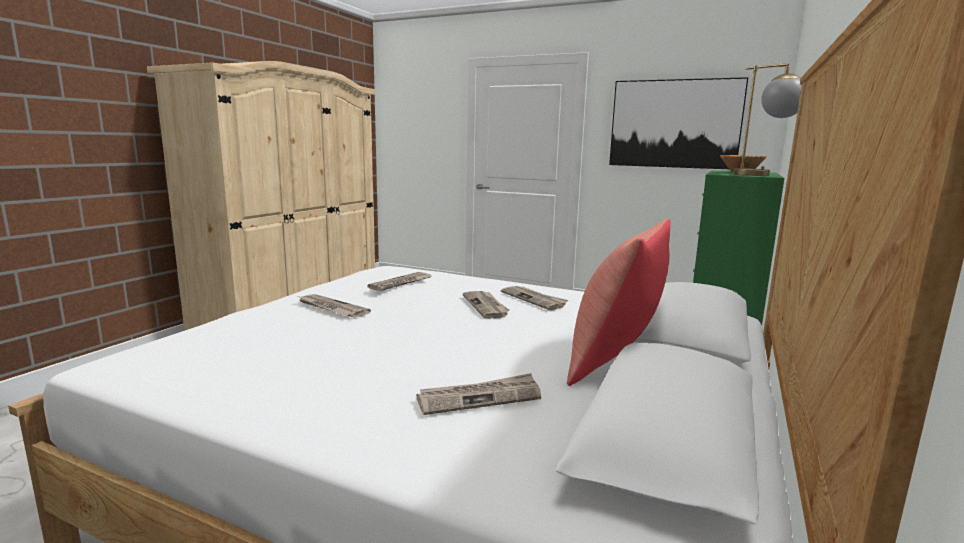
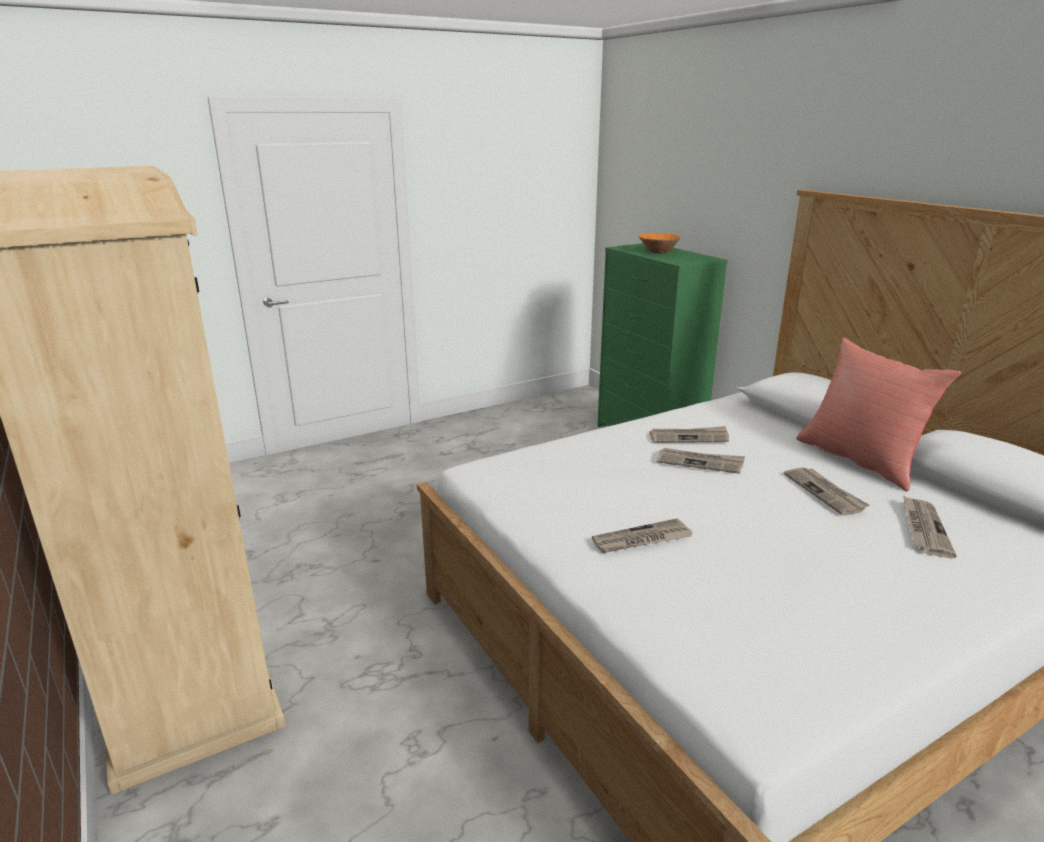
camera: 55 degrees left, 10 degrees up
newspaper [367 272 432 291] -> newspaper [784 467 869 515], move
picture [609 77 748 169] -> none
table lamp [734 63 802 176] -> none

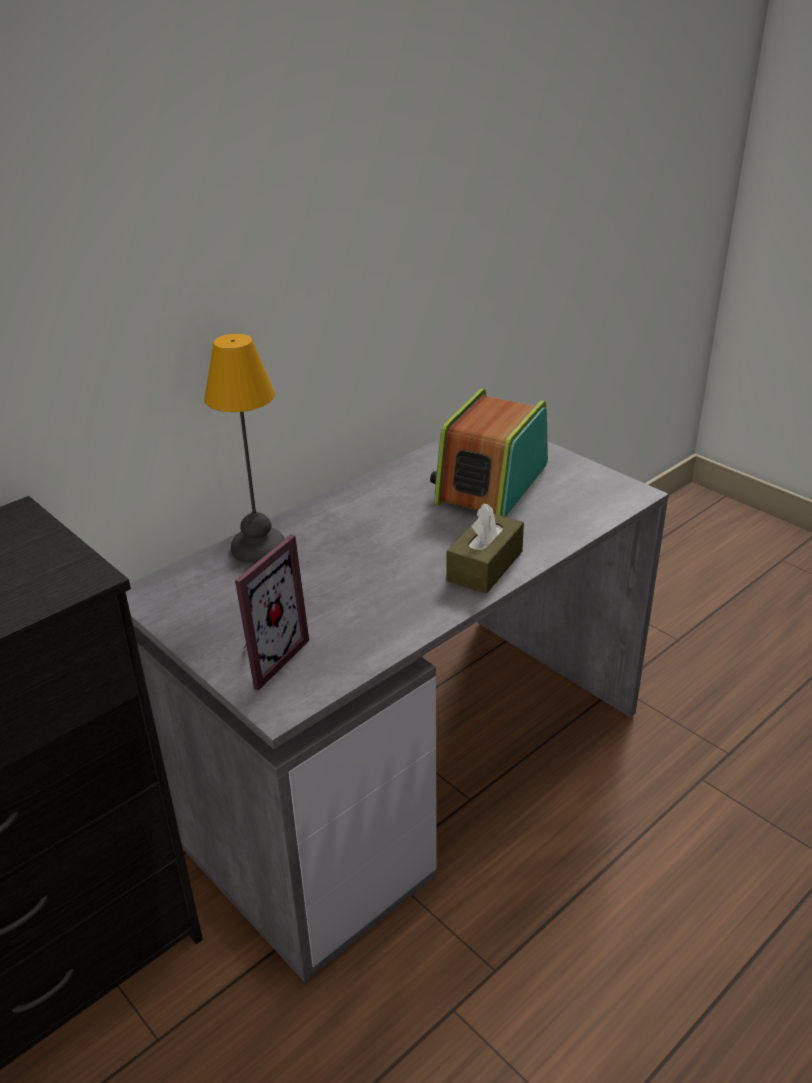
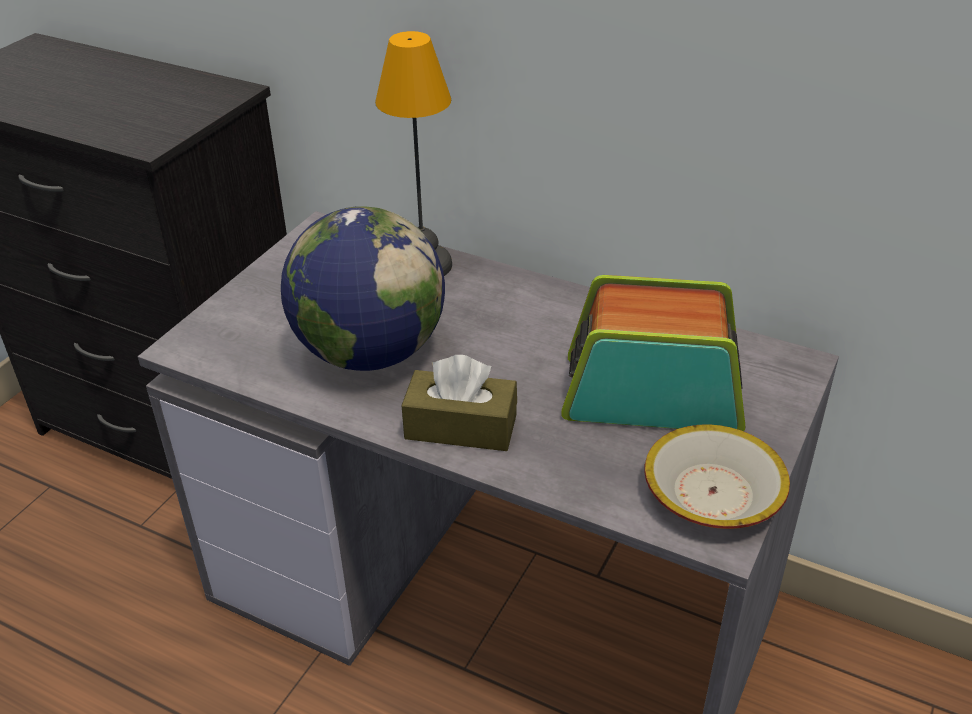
camera: 70 degrees right, 5 degrees up
picture frame [235 534 309 690] -> none
none -> globe [281 206 445 371]
none -> bowl [644 424 790 529]

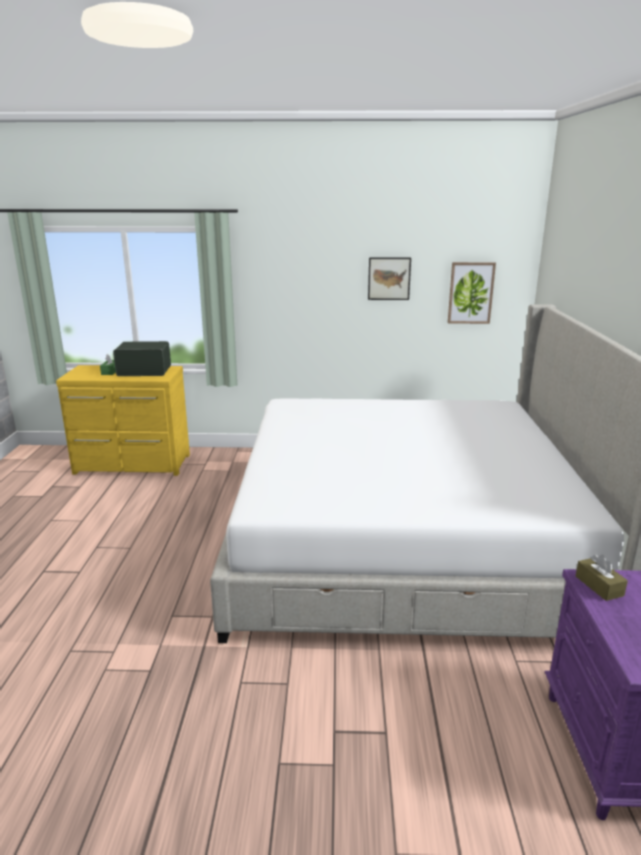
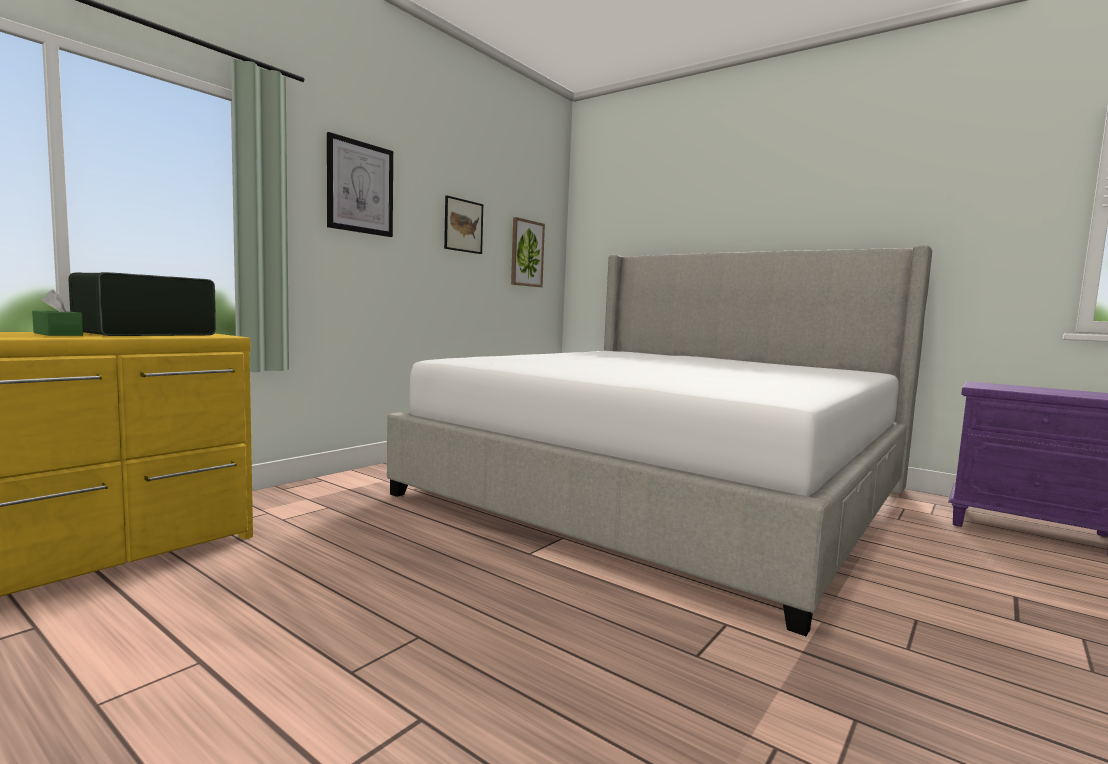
camera: 55 degrees left, 15 degrees down
tissue box in brown [576 554 628 601] -> none
none -> picture [327 132 393 237]

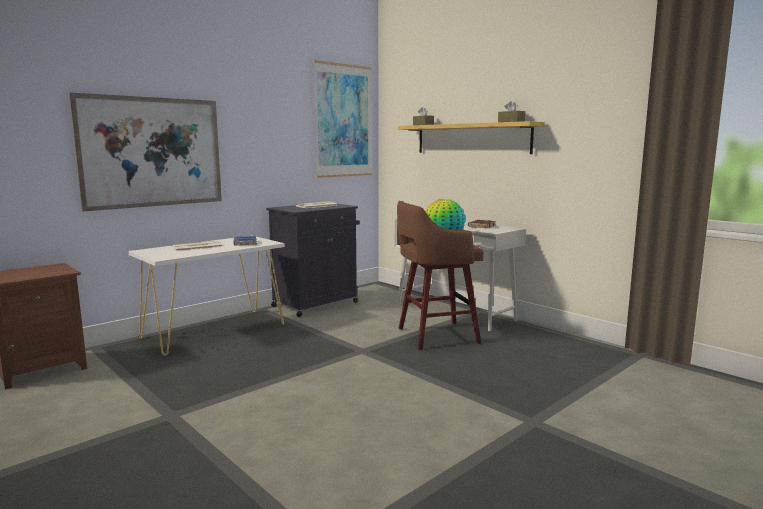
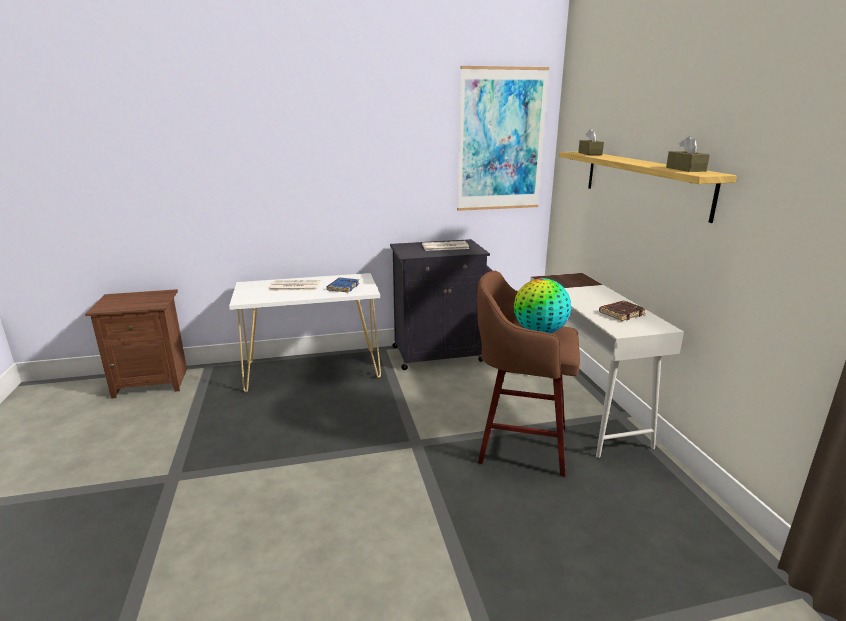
camera: 30 degrees right, 10 degrees up
picture [69 92 222 211] -> none

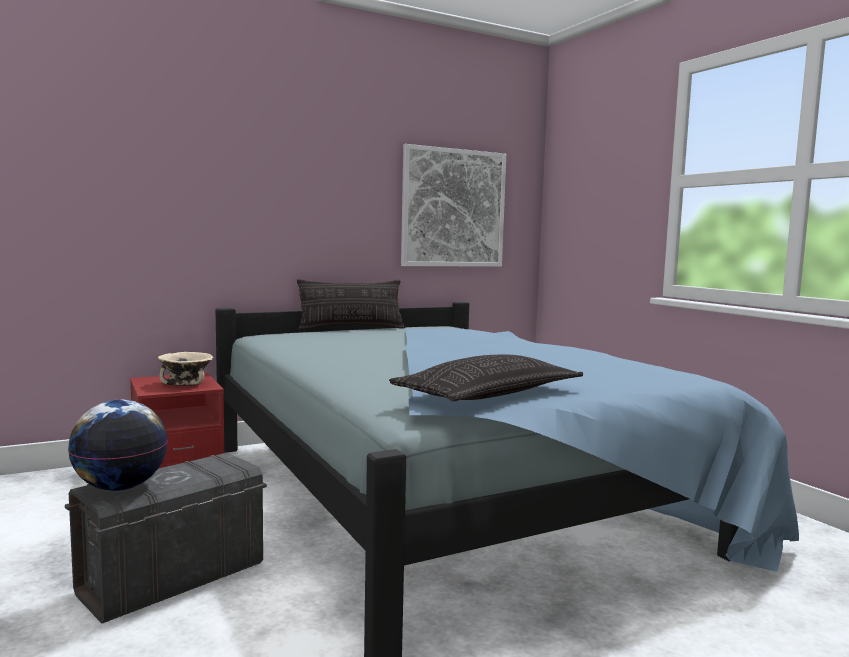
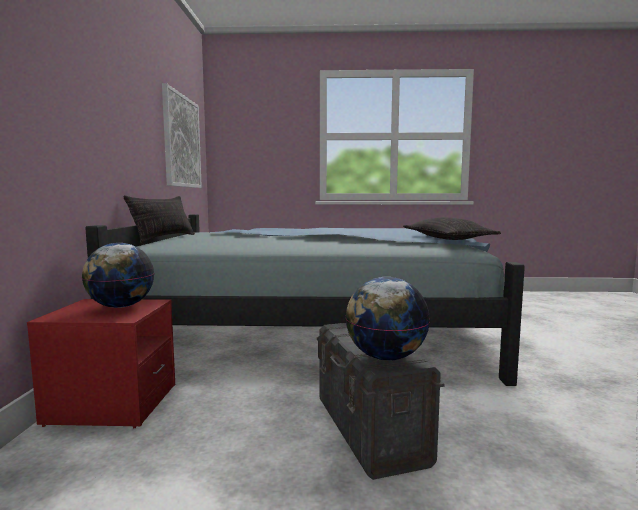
camera: 60 degrees left, 0 degrees up
bowl in beige [158 352 214 386] -> globe [82 243 154 308]

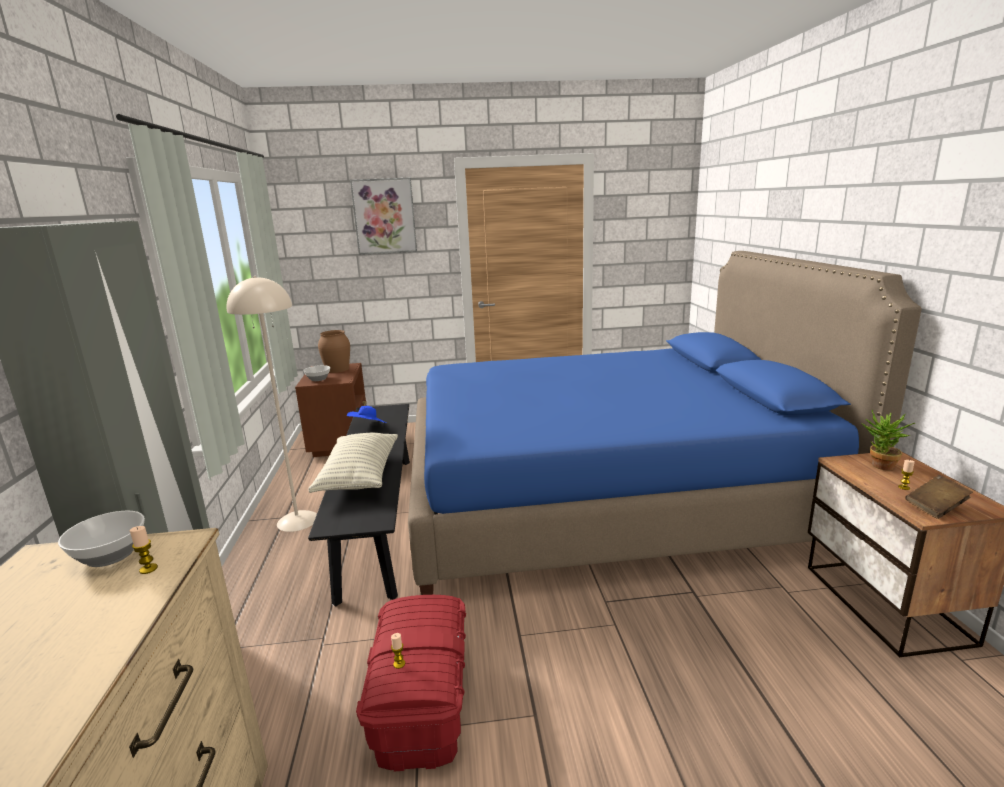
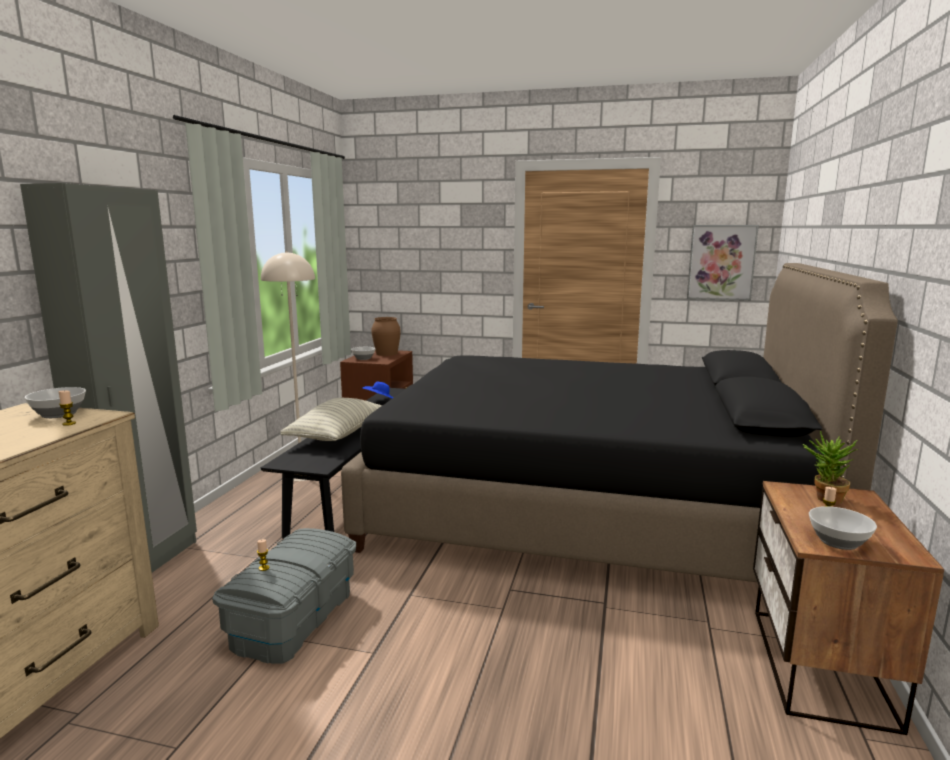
camera: 20 degrees right, 5 degrees down
picture [350 177 417 255] -> picture [687 225 759 301], move
storage box in red [356 595 466 772] -> storage box in grey [212 528 356 664]
bed in blue [408 251 921 595] -> bed in black [341 263 898 582]
book in brown [905 475 973 519] -> bowl [809 506 877 550]

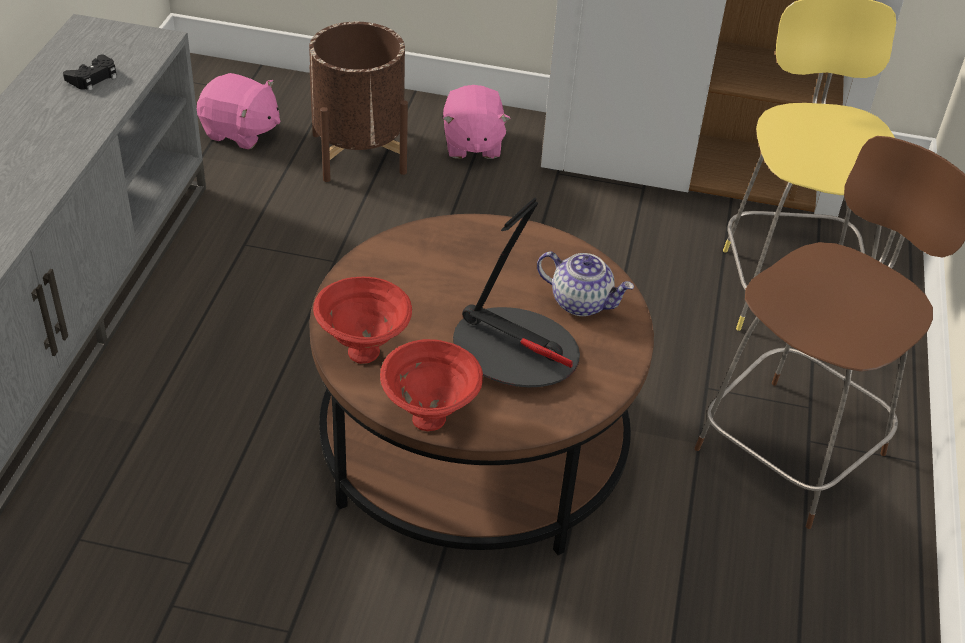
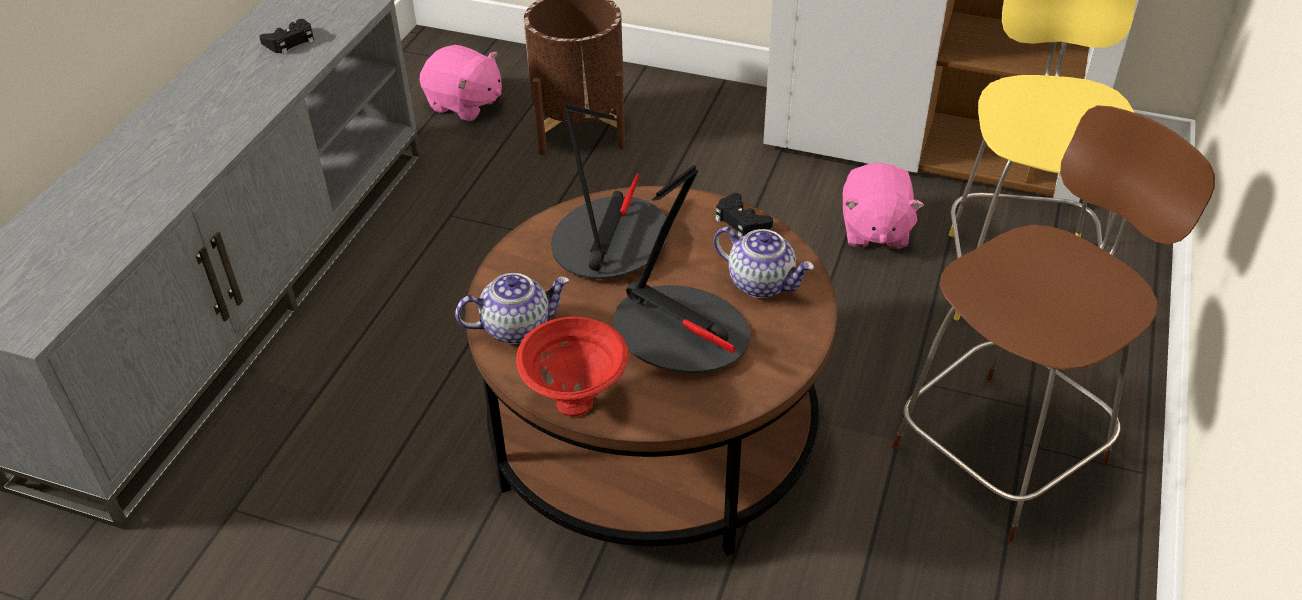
camera: 10 degrees right, 0 degrees up
bowl in red [313 277 412 364] -> teapot [455 273 569 344]
plush toy in pink [443 85 511 159] -> plush toy in pink [843 163 924 249], move
none -> table lamp [551 104 669 279]
none -> game controller in black [715 193 773 237]

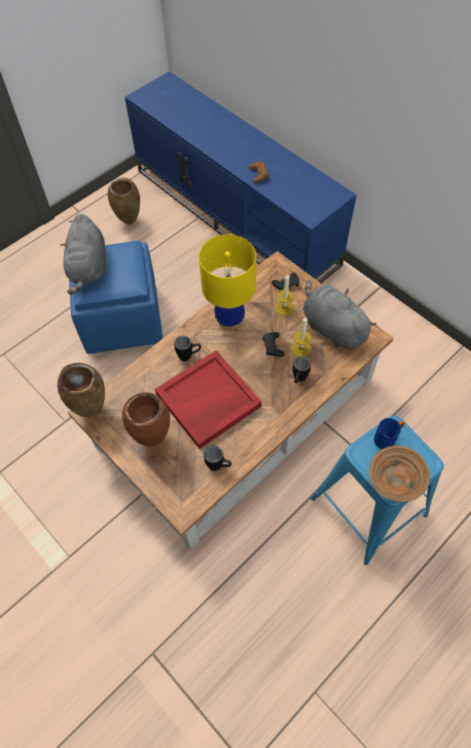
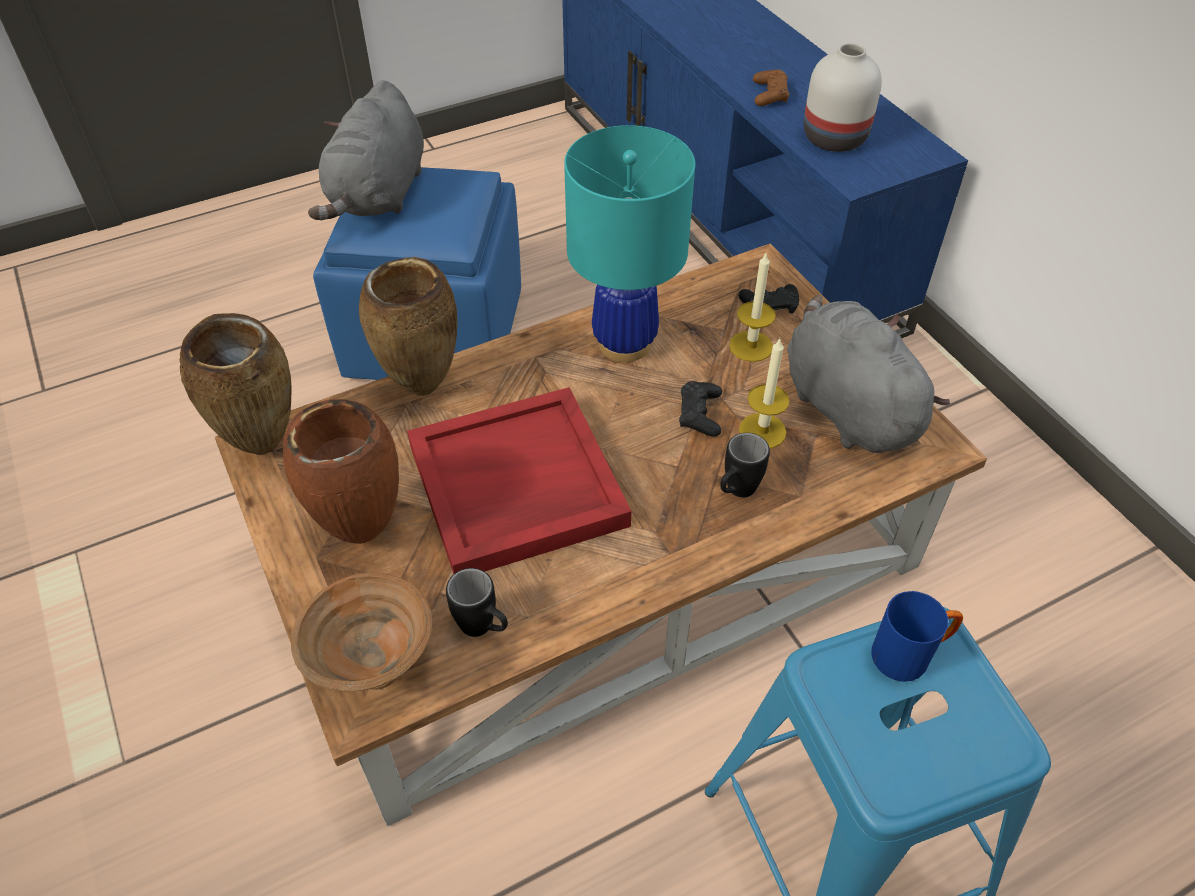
camera: 15 degrees right, 10 degrees down
vase in brown [108 178 140 225] -> vase in brown [359 257 458 396], move
mug in black [174 336 201 361] -> none
table lamp in yellow [199 234 256 330] -> table lamp in turquoise [564 125 696 362]
bowl in brown [369 446 430 502] -> bowl in brown [291 572 432 692], move
none -> vase in white [804 43 882 152]

